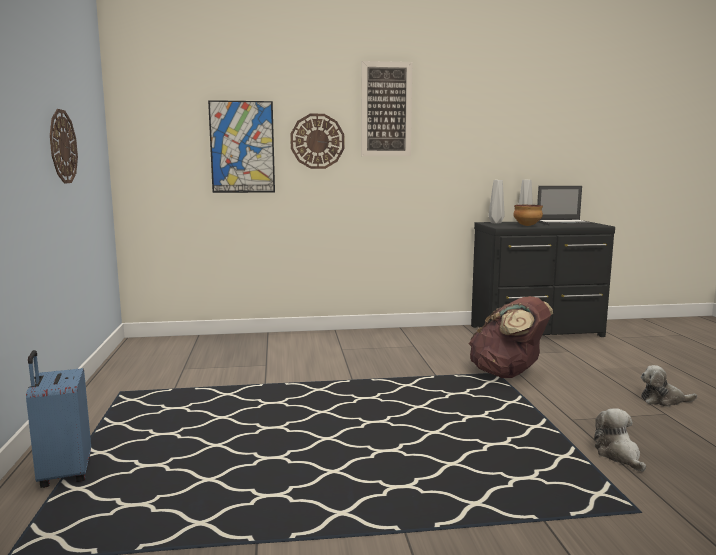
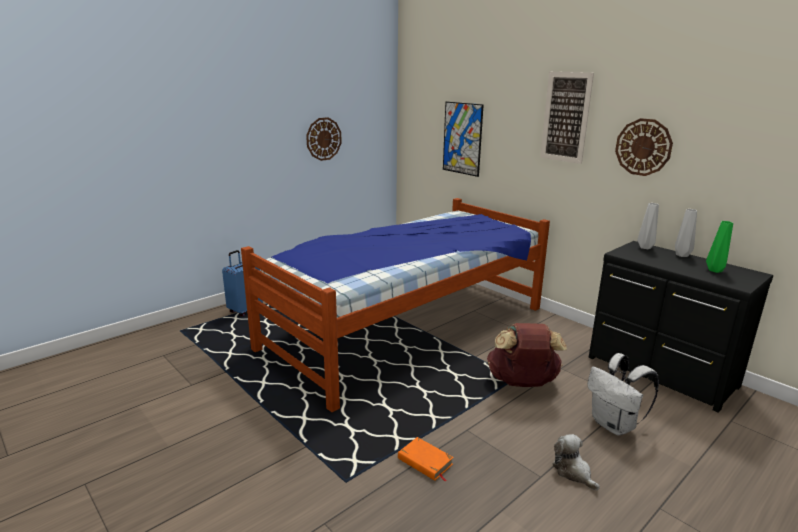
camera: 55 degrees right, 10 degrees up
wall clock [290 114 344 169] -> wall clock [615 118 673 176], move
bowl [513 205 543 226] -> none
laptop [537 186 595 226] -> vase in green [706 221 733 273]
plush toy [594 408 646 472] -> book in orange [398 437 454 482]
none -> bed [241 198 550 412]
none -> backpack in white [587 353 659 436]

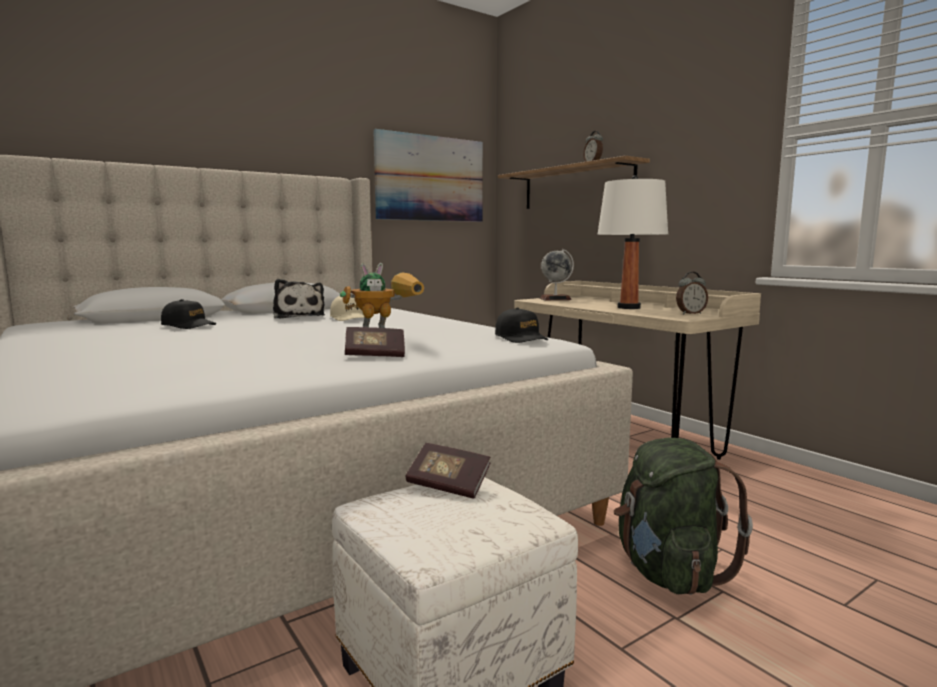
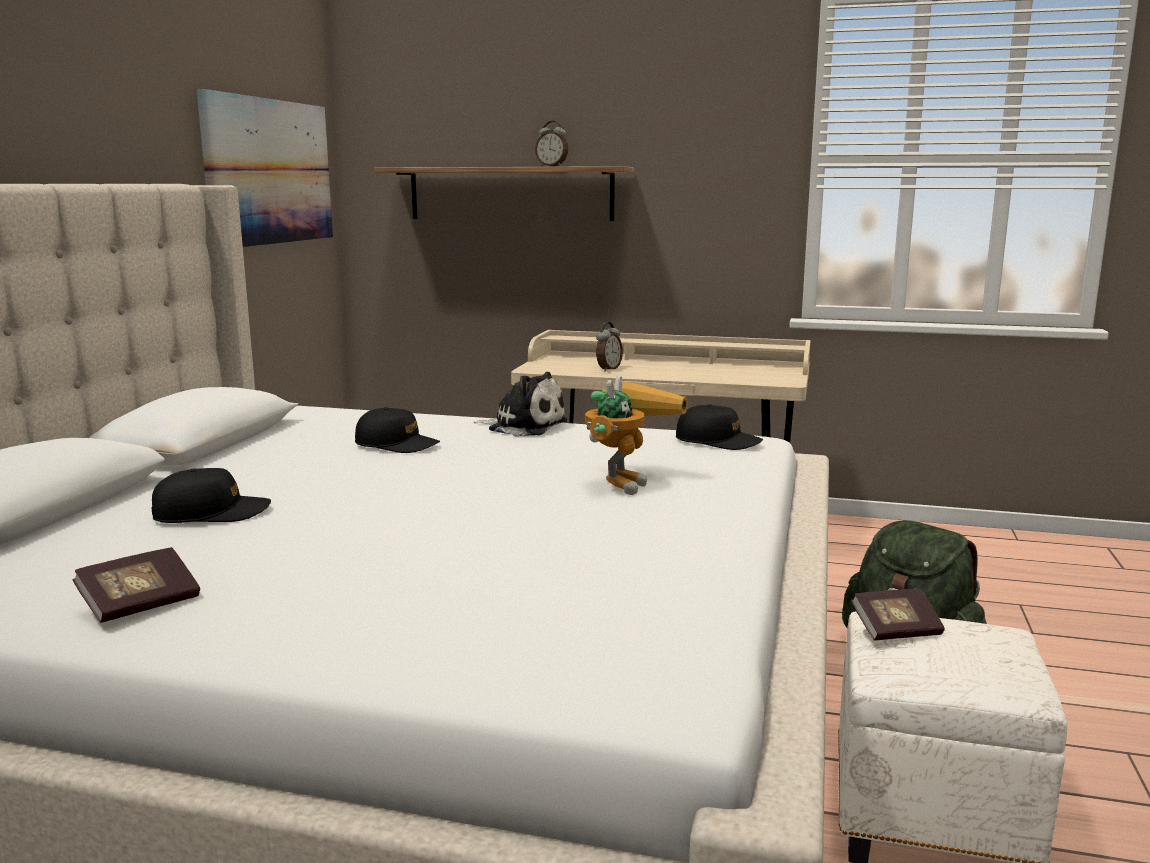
camera: 40 degrees left, 5 degrees up
plush toy [273 279 325 319] -> plush toy [474 372 567 436], move
cap in beige [330 296 365 321] -> cap in black [355 407 440 453]
book [345 327 405 357] -> book [73 547 200 623], move
globe [540 249 574 300] -> none
table lamp in white [597 175 668 309] -> none
alarm clock [676 272 708 314] -> alarm clock [596 322 623 371], move

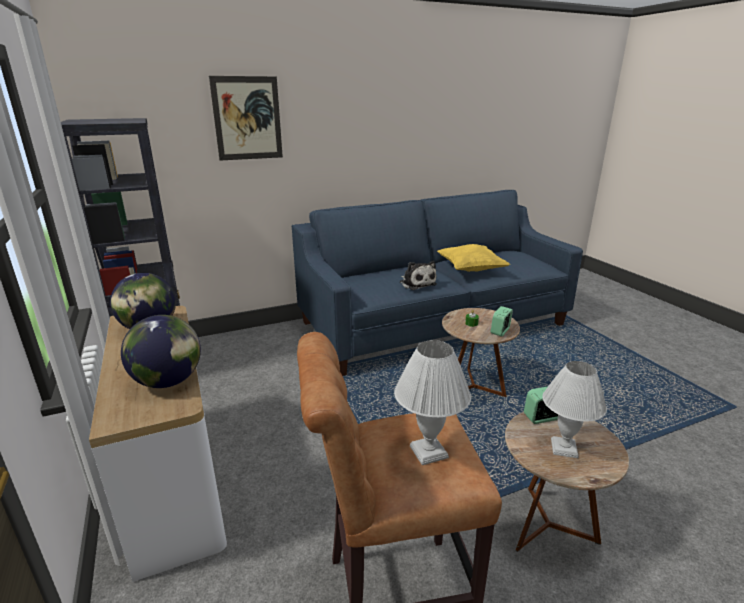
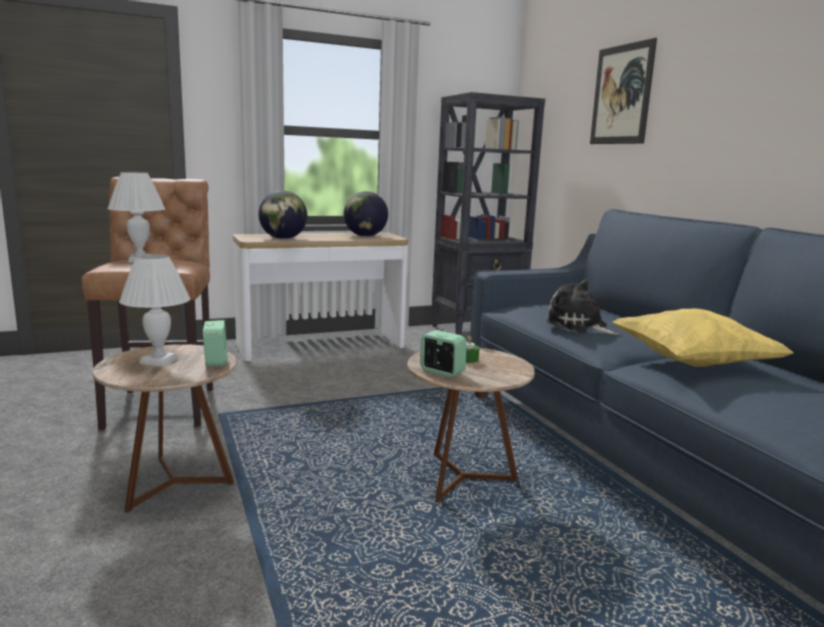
camera: 90 degrees right, 10 degrees down
plush toy [400 261 437 290] -> plush toy [545 279 619 335], 75 degrees clockwise

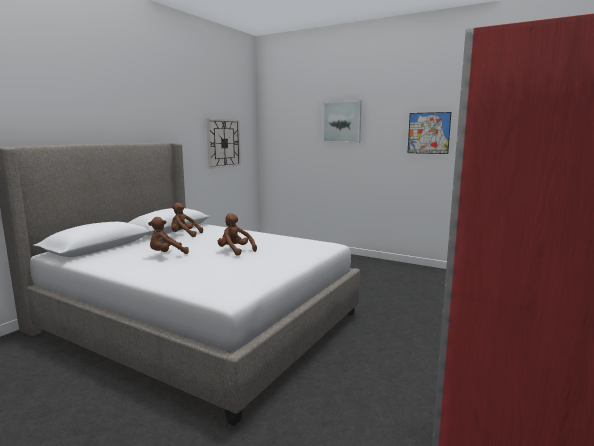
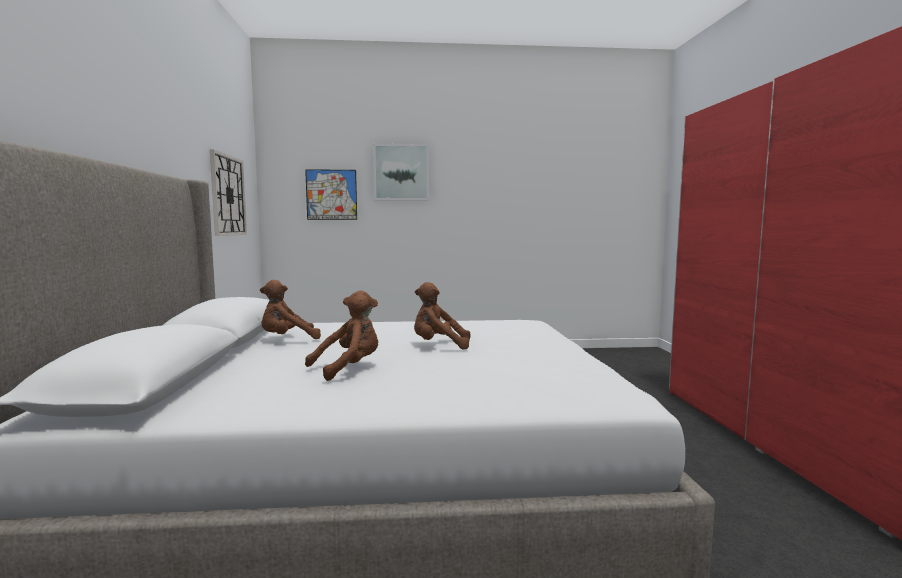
camera: 35 degrees left, 5 degrees down
plush toy in brown [148 217 189 254] -> plush toy in brown [305 291 379 381], 150 degrees counterclockwise
picture [408 112 451 154] -> picture [305 169 357 220], move

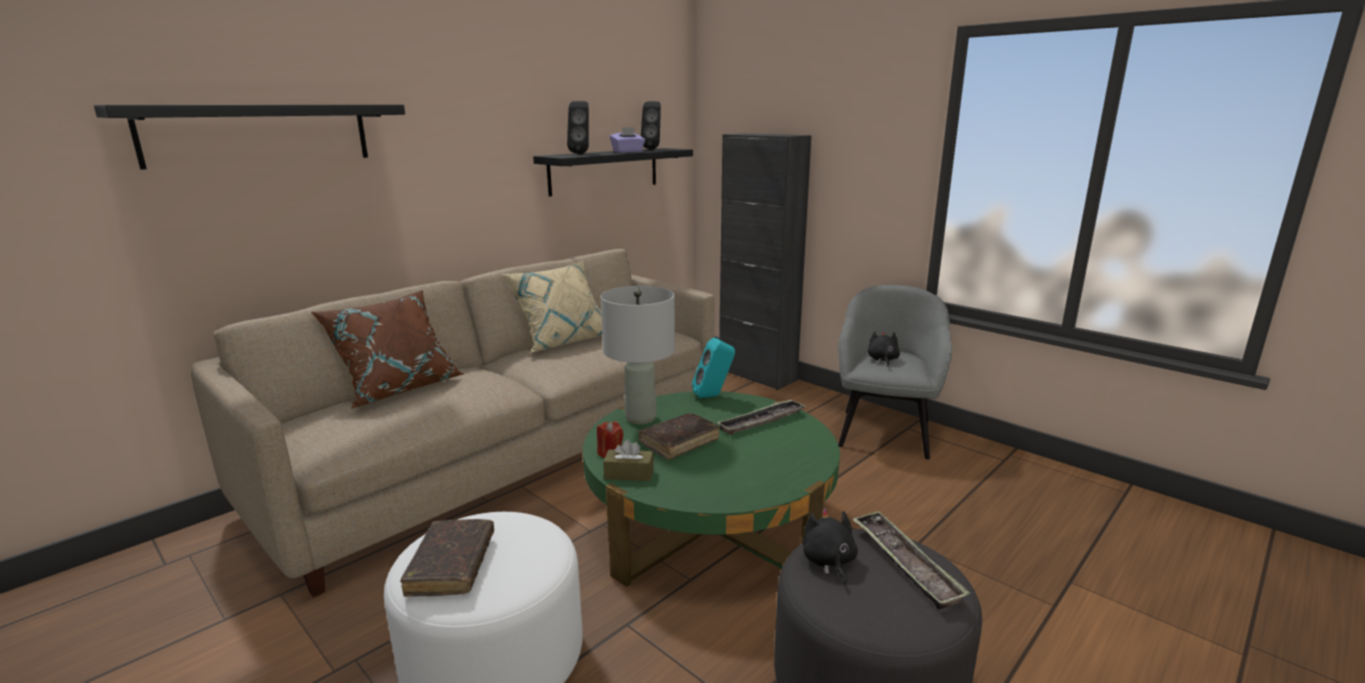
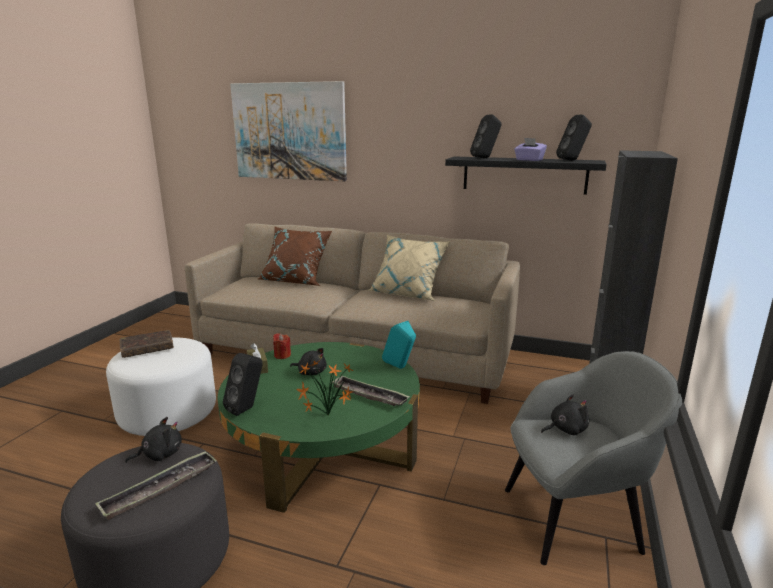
camera: 65 degrees right, 0 degrees up
shelf in black [94 105 405 170] -> picture [230 81 347 181]
table lamp in grey [601 286 675 424] -> none
book in brown [638 413 720 460] -> plush toy in black [290 348 327 375]
none -> speaker in black [223 353 263 416]
none -> potted plant [296 360 354 415]

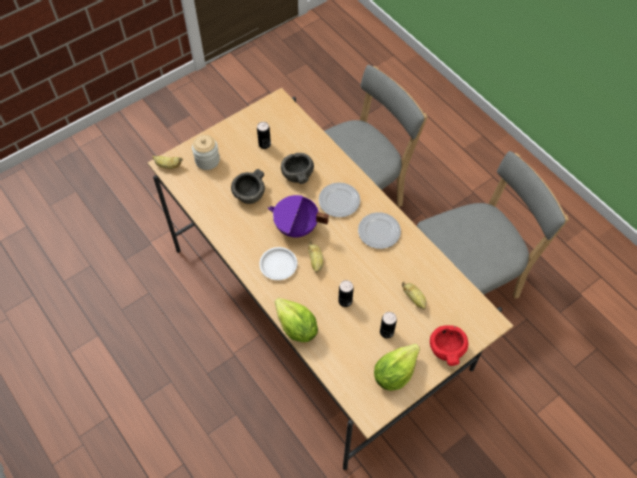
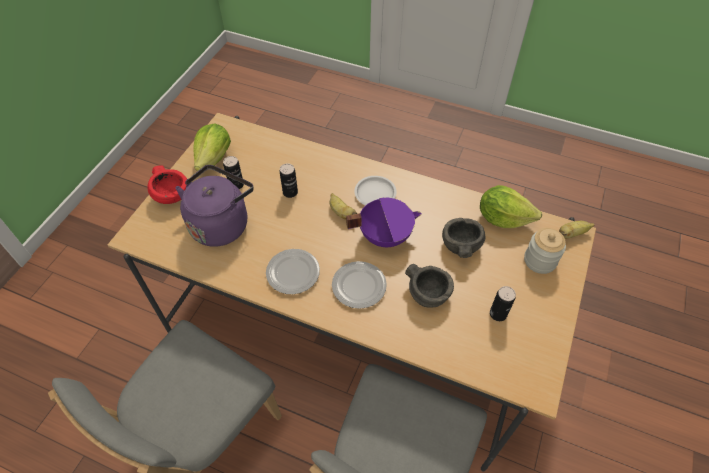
camera: 150 degrees right, 5 degrees down
lettuce [275 298 318 342] -> lettuce [480 185 542 228], move
banana [402 282 426 310] -> kettle in purple [175 165 254 247]

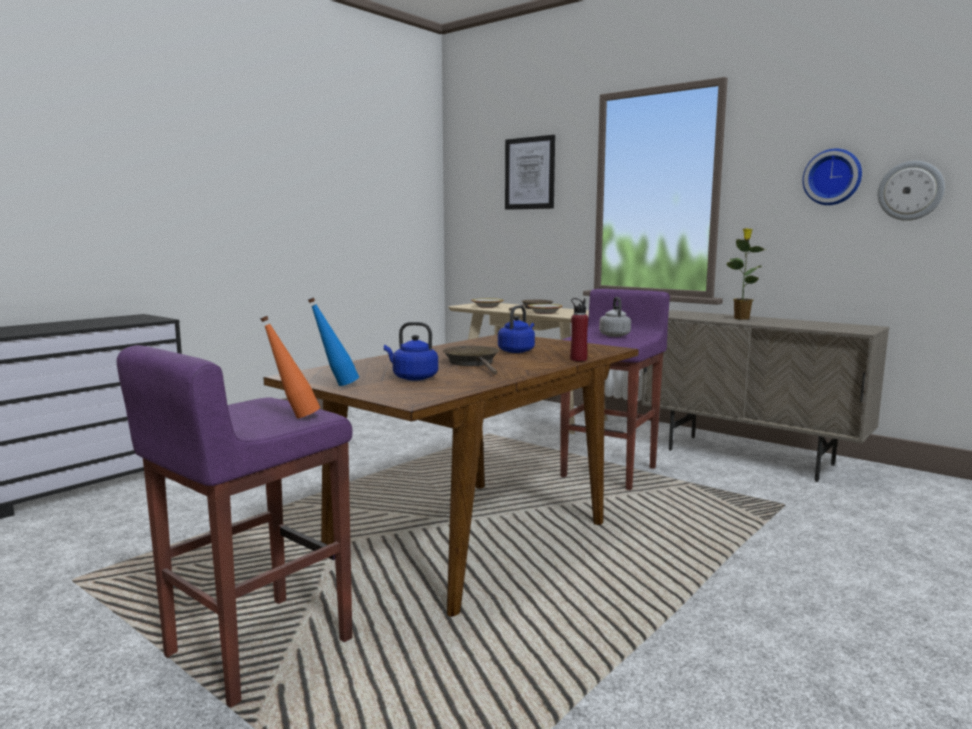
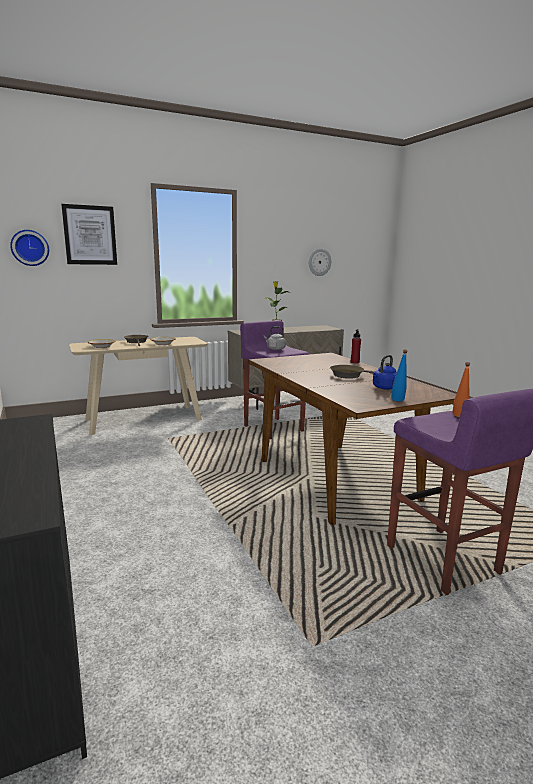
camera: 65 degrees left, 5 degrees up
kettle in blue [498 305 535 353] -> none
wall clock [802 149 862 205] -> wall clock [10 230 49 266], move

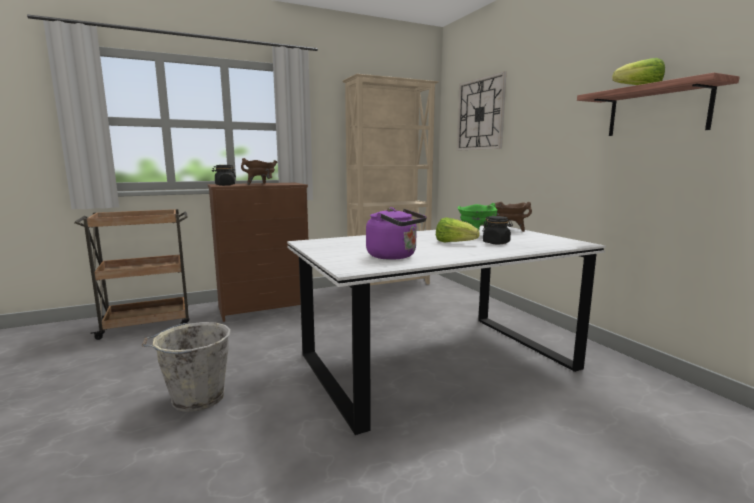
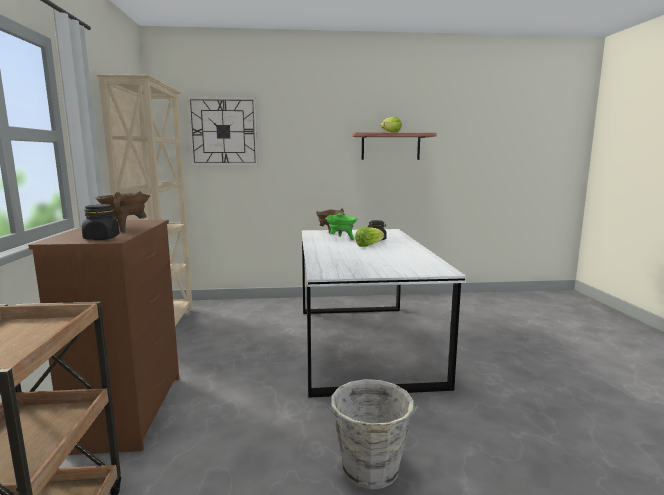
camera: 70 degrees left, 0 degrees up
kettle in purple [366 207 427 260] -> none

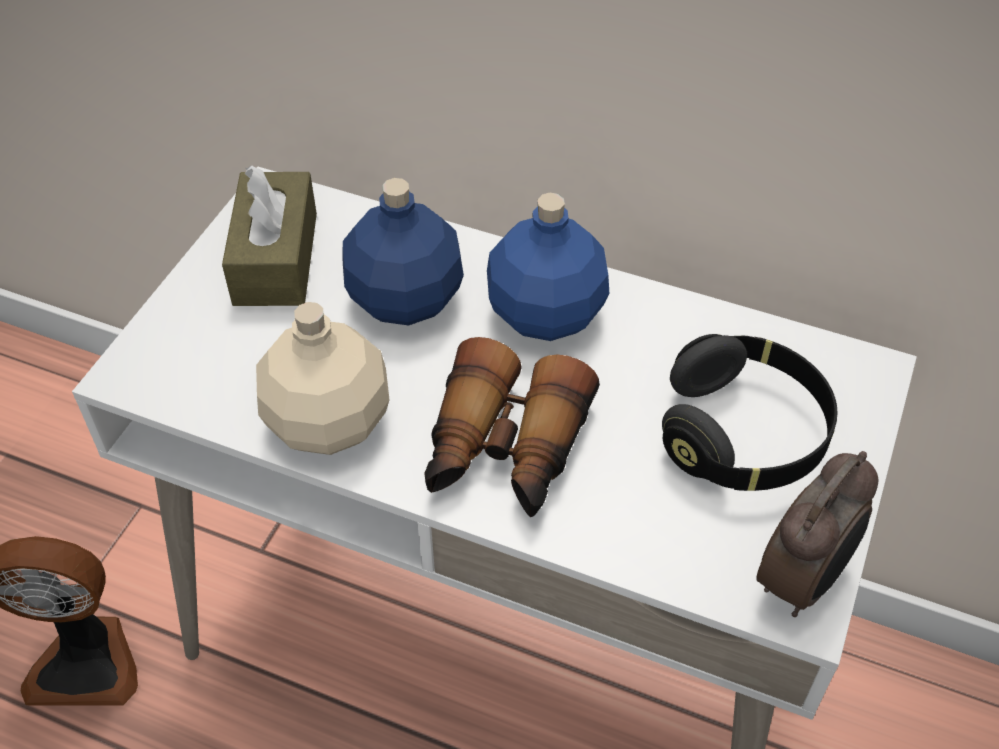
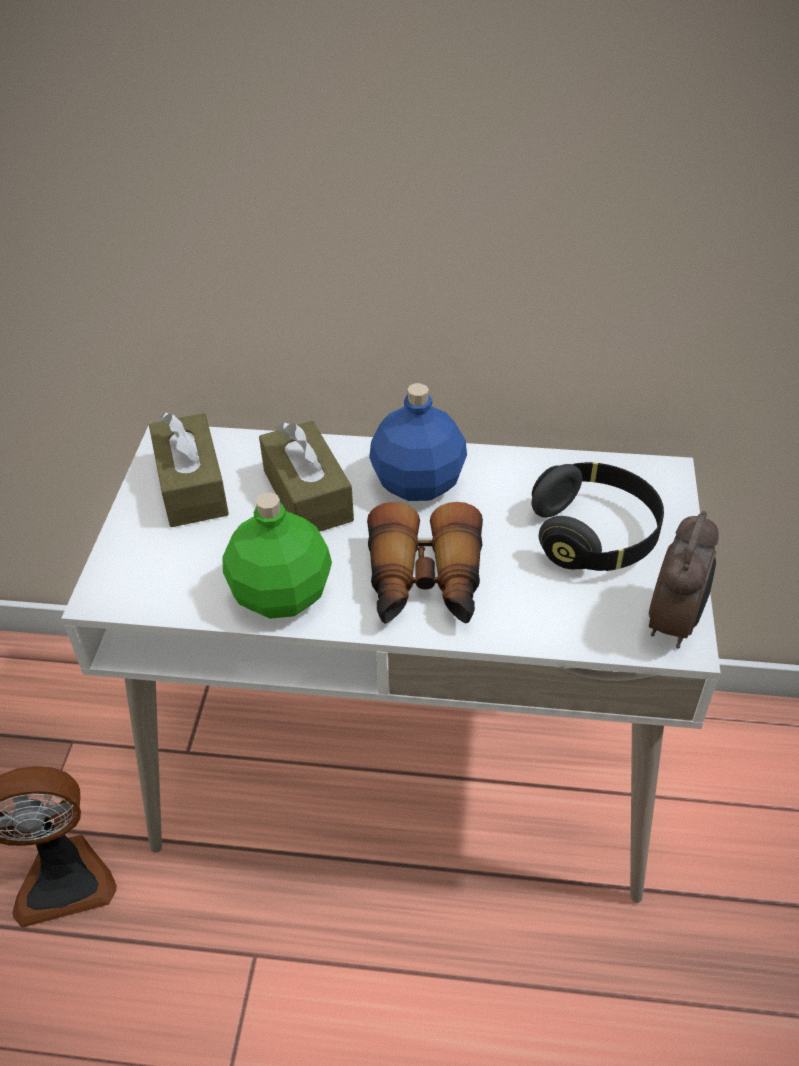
camera: 15 degrees left, 5 degrees down
bottle in beige [256 302 390 455] -> bottle in green [222 492 332 619]
bottle in blue [342 178 464 326] -> tissue box in brown [259 421 354 532]

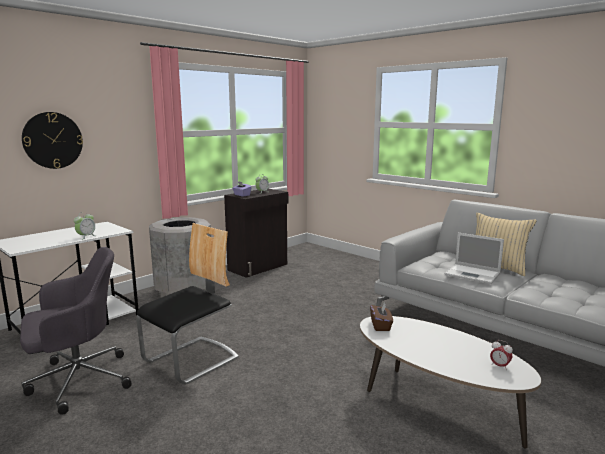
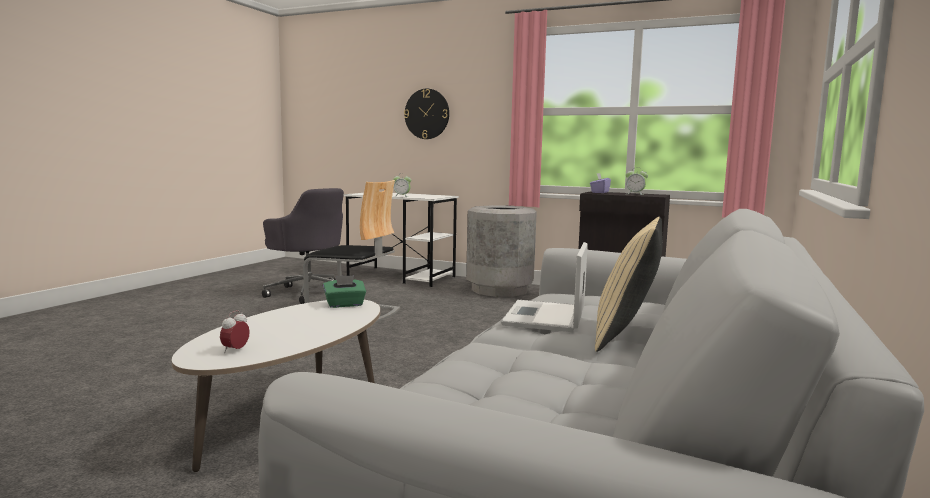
camera: 70 degrees right, 5 degrees down
tissue box in brown [370 302 393 331] -> tissue box in green [323 275 366 308]

